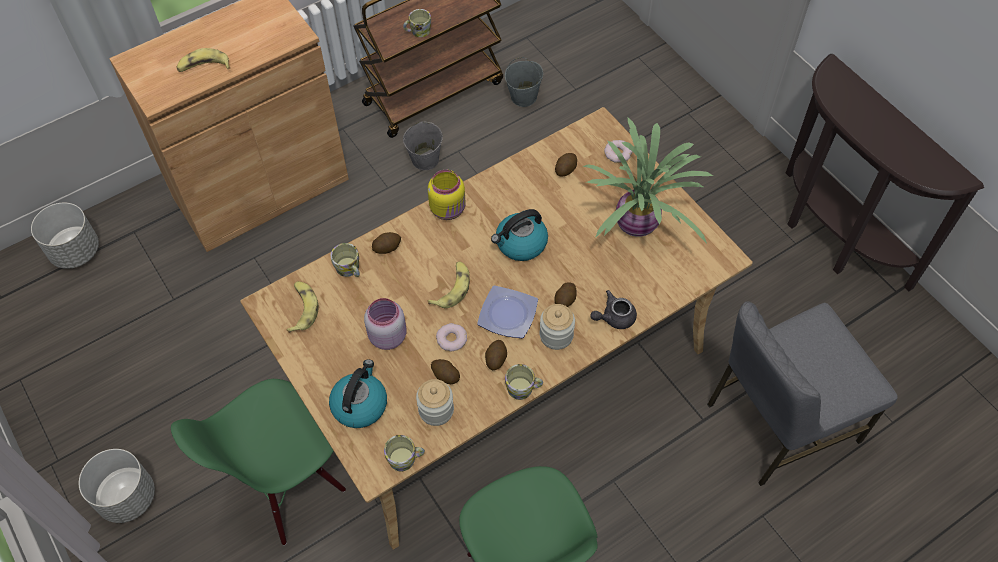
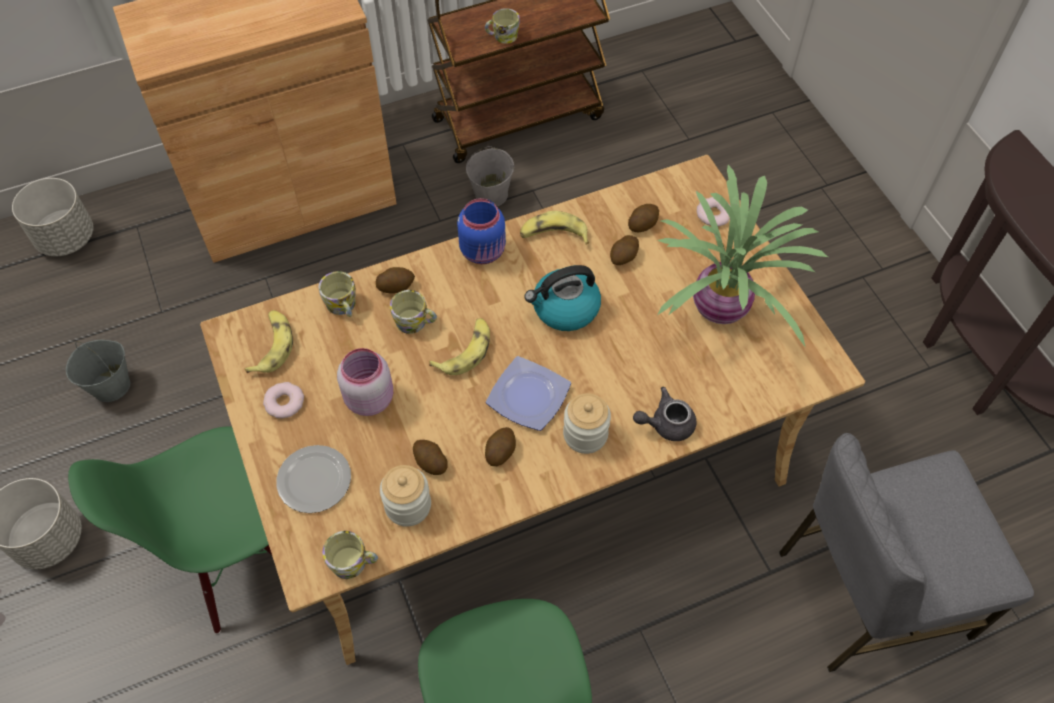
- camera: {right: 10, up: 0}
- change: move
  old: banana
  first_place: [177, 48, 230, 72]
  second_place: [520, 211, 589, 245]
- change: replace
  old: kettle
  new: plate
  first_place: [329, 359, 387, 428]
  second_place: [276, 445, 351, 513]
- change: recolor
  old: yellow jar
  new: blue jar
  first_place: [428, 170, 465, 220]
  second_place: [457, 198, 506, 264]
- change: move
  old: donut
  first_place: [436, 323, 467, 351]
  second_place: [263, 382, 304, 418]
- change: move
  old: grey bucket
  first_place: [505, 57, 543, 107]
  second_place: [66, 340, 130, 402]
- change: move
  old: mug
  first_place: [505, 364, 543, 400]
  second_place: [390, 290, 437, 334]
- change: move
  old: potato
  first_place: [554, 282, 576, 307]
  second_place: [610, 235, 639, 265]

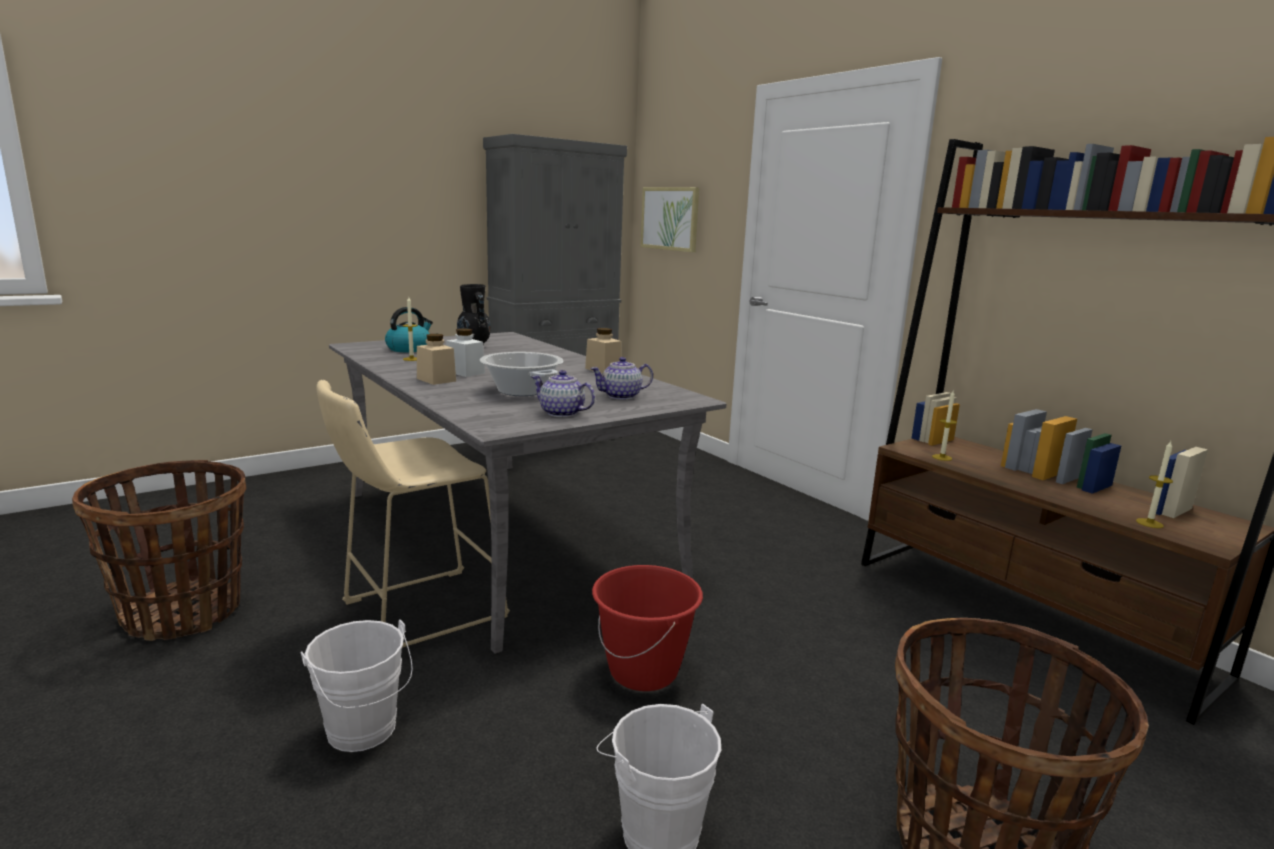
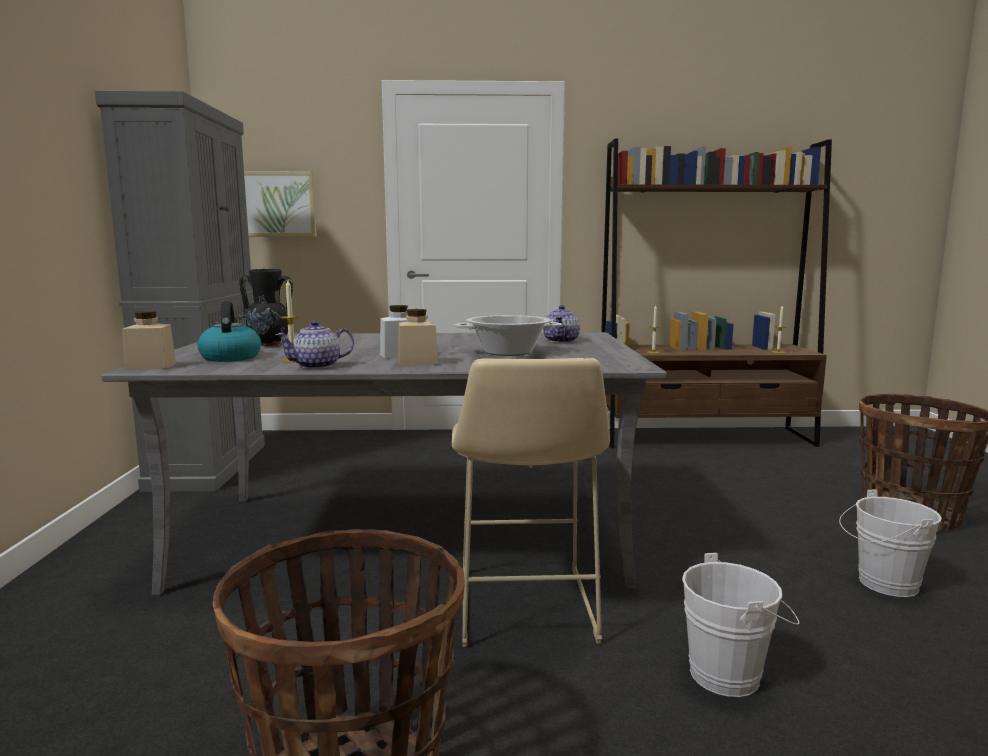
- camera: {right: -55, up: -5}
- change: move
  old: teapot
  first_place: [531, 370, 595, 417]
  second_place: [276, 321, 354, 369]
- change: move
  old: beige jar
  first_place: [585, 328, 622, 373]
  second_place: [122, 311, 176, 370]
- change: delete
  old: red bucket
  first_place: [592, 565, 703, 691]

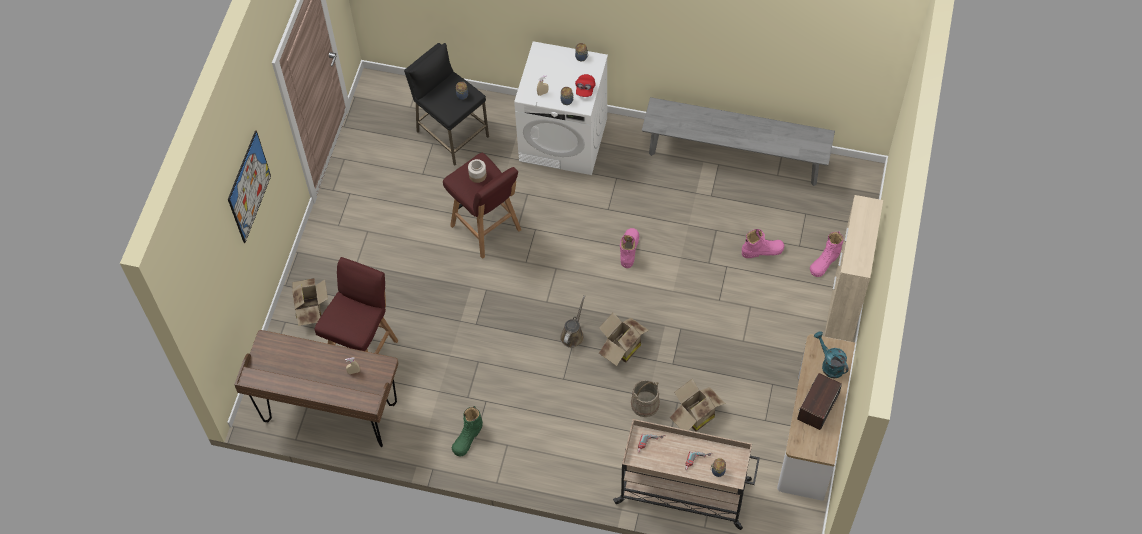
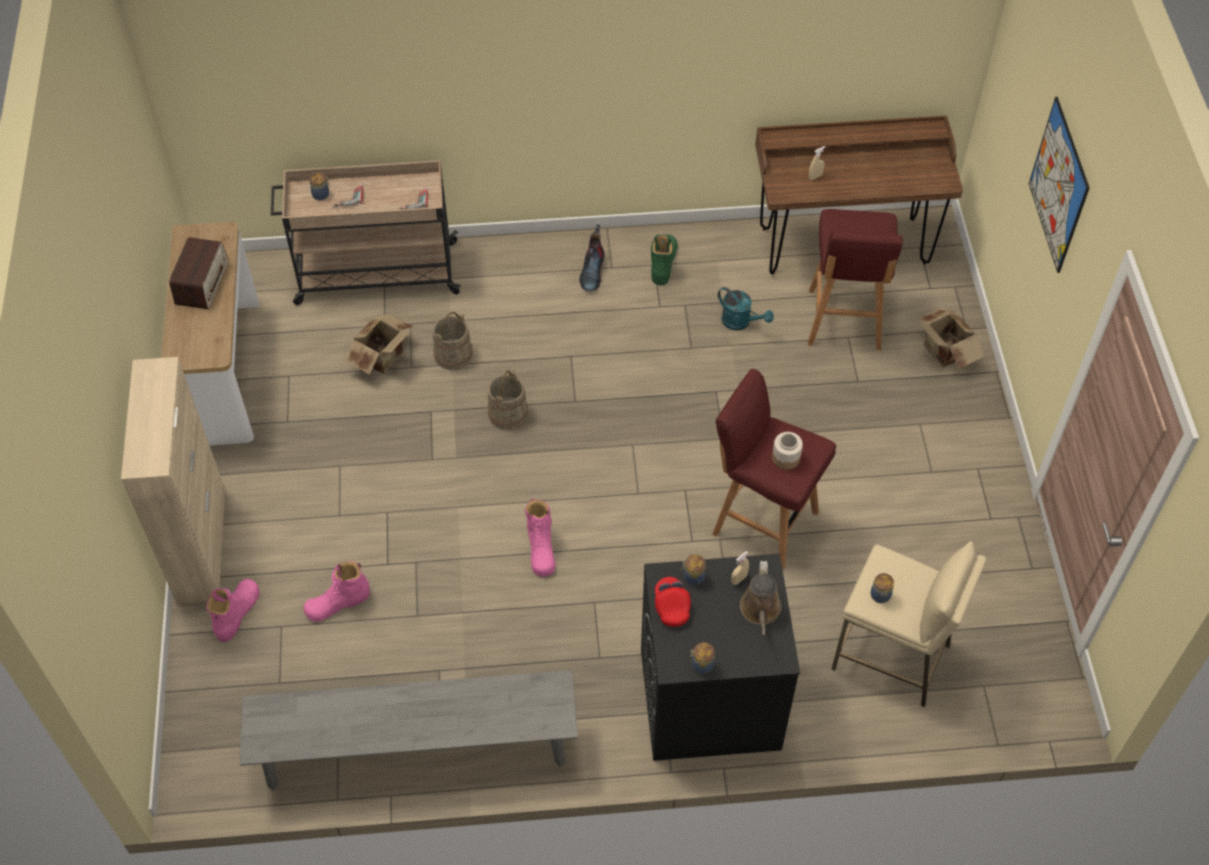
- camera: {right: 160, up: -5}
- change: recolor
  old: black stool
  new: beige stool
  first_place: [404, 43, 489, 166]
  second_place: [831, 541, 987, 707]
- change: recolor
  old: white washing machine
  new: black washing machine
  first_place: [514, 41, 608, 175]
  second_place: [641, 554, 800, 761]
- change: move
  old: brown watering can
  first_place: [560, 295, 585, 348]
  second_place: [740, 561, 782, 635]
- change: replace
  old: cardboard box
  new: beige bucket
  first_place: [599, 312, 648, 366]
  second_place: [488, 370, 528, 430]
- change: move
  old: turquoise watering can
  first_place: [814, 331, 849, 379]
  second_place: [718, 287, 774, 331]
- change: insert
  new: boot
  second_place: [579, 224, 604, 292]

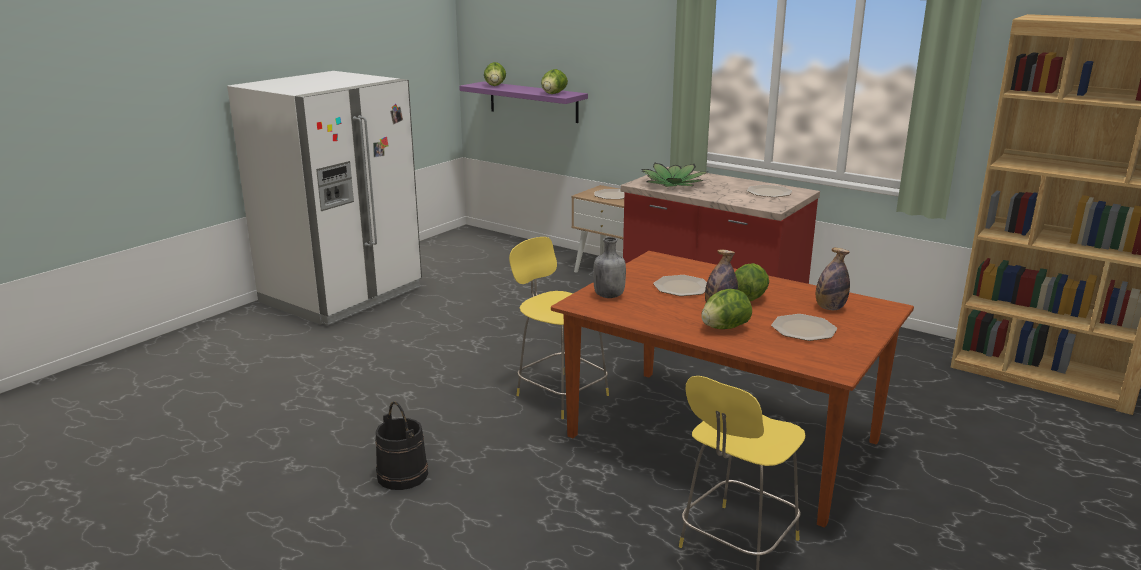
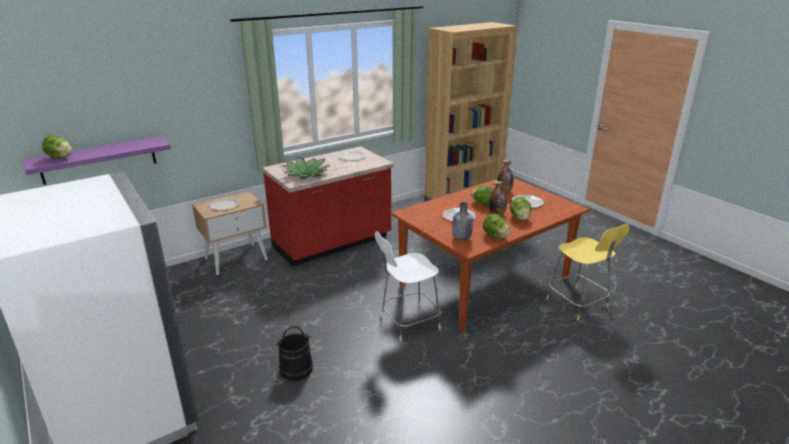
- camera: {right: -70, up: 5}
- change: move
  old: black bucket
  first_place: [375, 401, 428, 490]
  second_place: [276, 326, 313, 381]
- change: recolor
  old: yellow stool
  new: white stool
  first_place: [509, 237, 609, 419]
  second_place: [375, 231, 441, 341]
- change: move
  old: lettuce
  first_place: [541, 69, 568, 94]
  second_place: [483, 214, 511, 238]

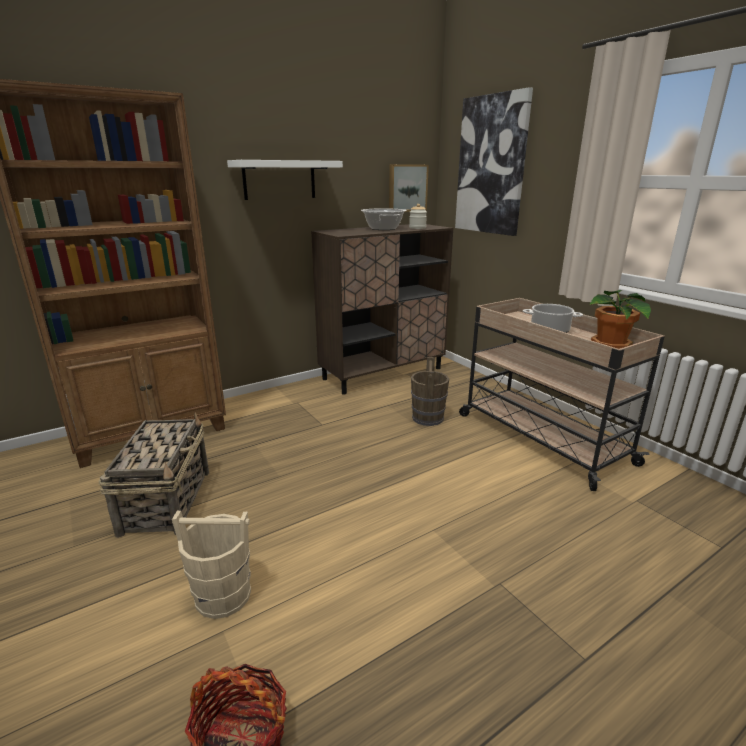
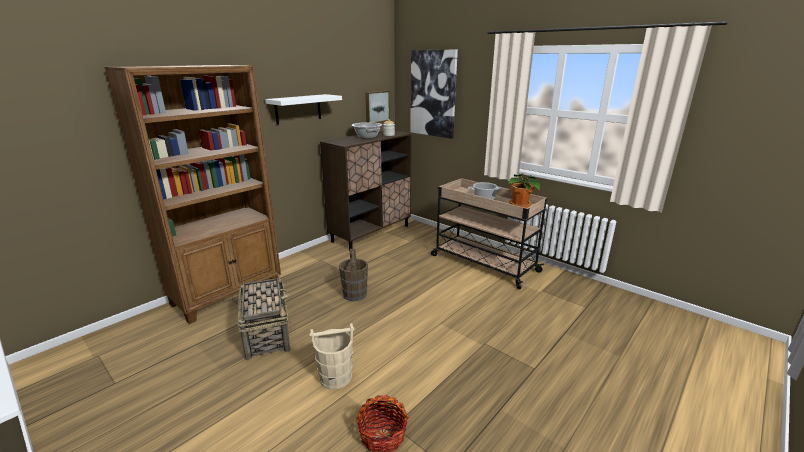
- camera: {right: -15, up: 0}
- change: move
  old: brown bucket
  first_place: [411, 357, 449, 426]
  second_place: [339, 249, 368, 301]

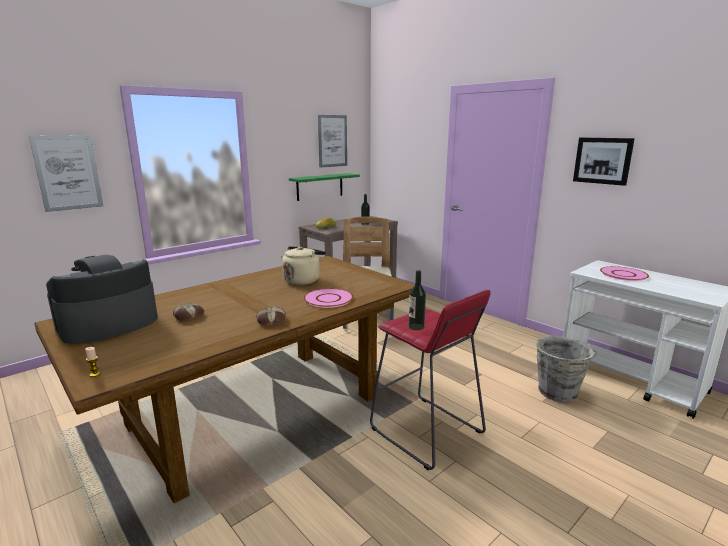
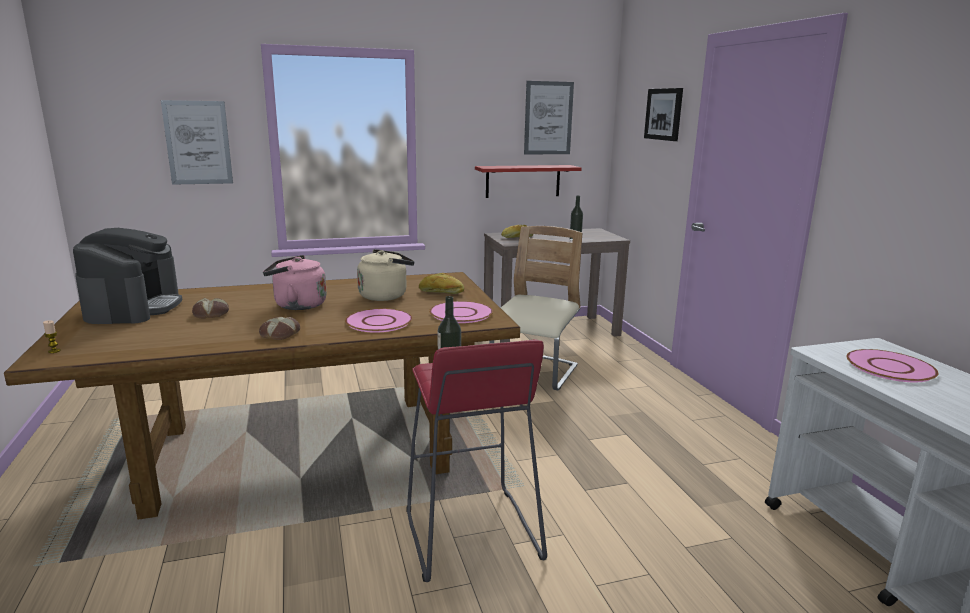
- camera: {right: 25, up: 0}
- change: rotate
  old: coffee machine
  first_place: [46, 255, 158, 344]
  second_place: [73, 228, 182, 324]
  degrees: 105
- change: recolor
  old: green shelf
  new: red shelf
  first_place: [289, 173, 360, 201]
  second_place: [475, 165, 582, 198]
- change: delete
  old: grey bucket
  first_place: [536, 336, 597, 402]
- change: move
  old: picture
  first_place: [573, 138, 635, 186]
  second_place: [644, 88, 683, 141]
- change: insert
  new: pink kettle
  second_place: [263, 255, 327, 310]
- change: insert
  new: bread
  second_place: [419, 273, 464, 294]
- change: insert
  new: pink plate
  second_place: [429, 301, 493, 323]

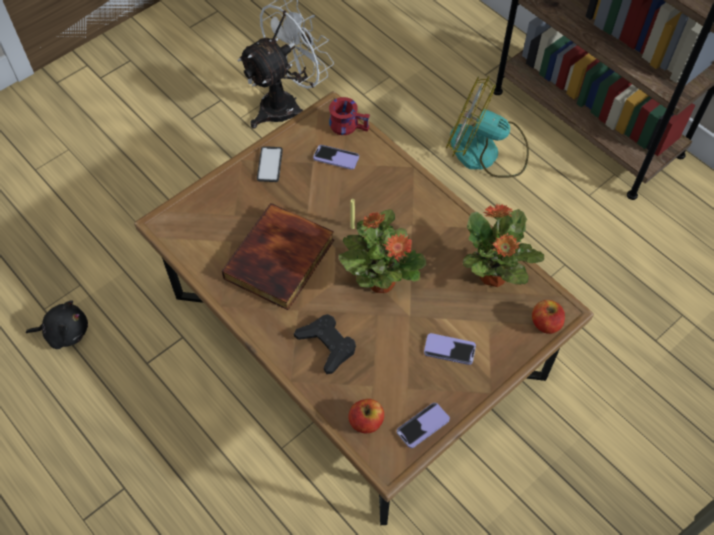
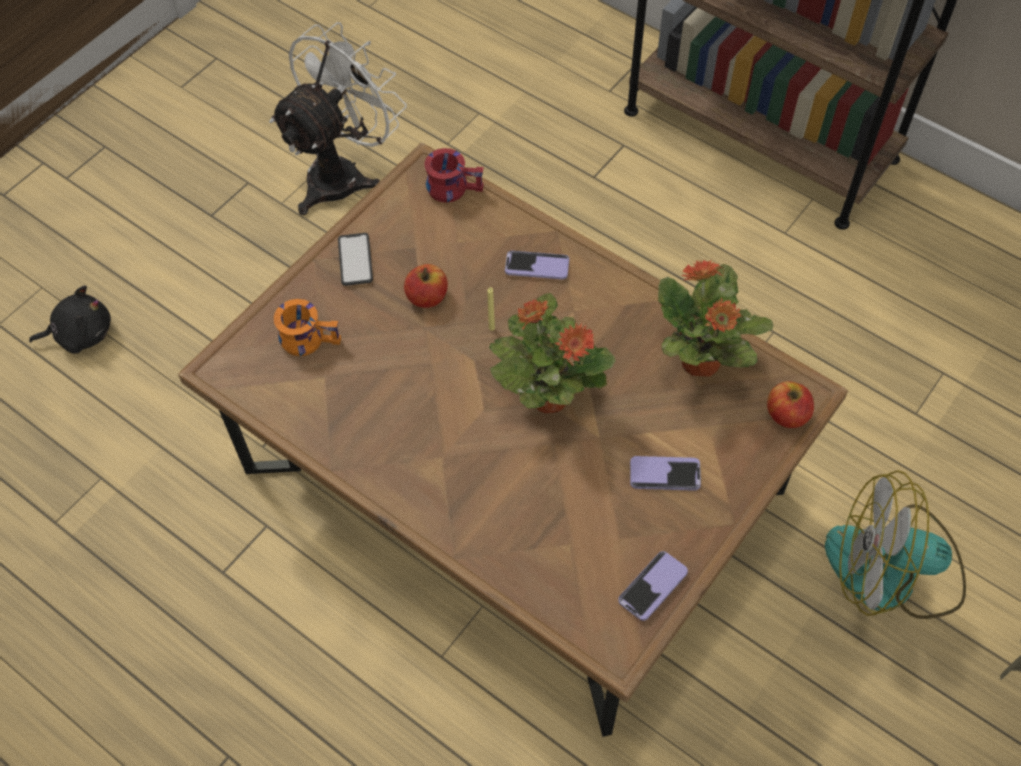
- camera: {right: -10, up: 0}
- change: move
  old: black plush toy
  first_place: [26, 300, 88, 349]
  second_place: [29, 285, 111, 354]
- change: delete
  old: book
  first_place: [222, 203, 334, 310]
- change: delete
  old: black game controller
  first_place: [294, 314, 356, 374]
- change: move
  old: phone
  first_place: [313, 145, 359, 170]
  second_place: [505, 251, 569, 279]
- change: move
  old: apple
  first_place: [348, 399, 384, 433]
  second_place: [404, 264, 448, 308]
- change: move
  old: fan
  first_place: [446, 76, 529, 178]
  second_place: [825, 470, 966, 619]
- change: insert
  new: orange mug
  second_place: [274, 299, 341, 356]

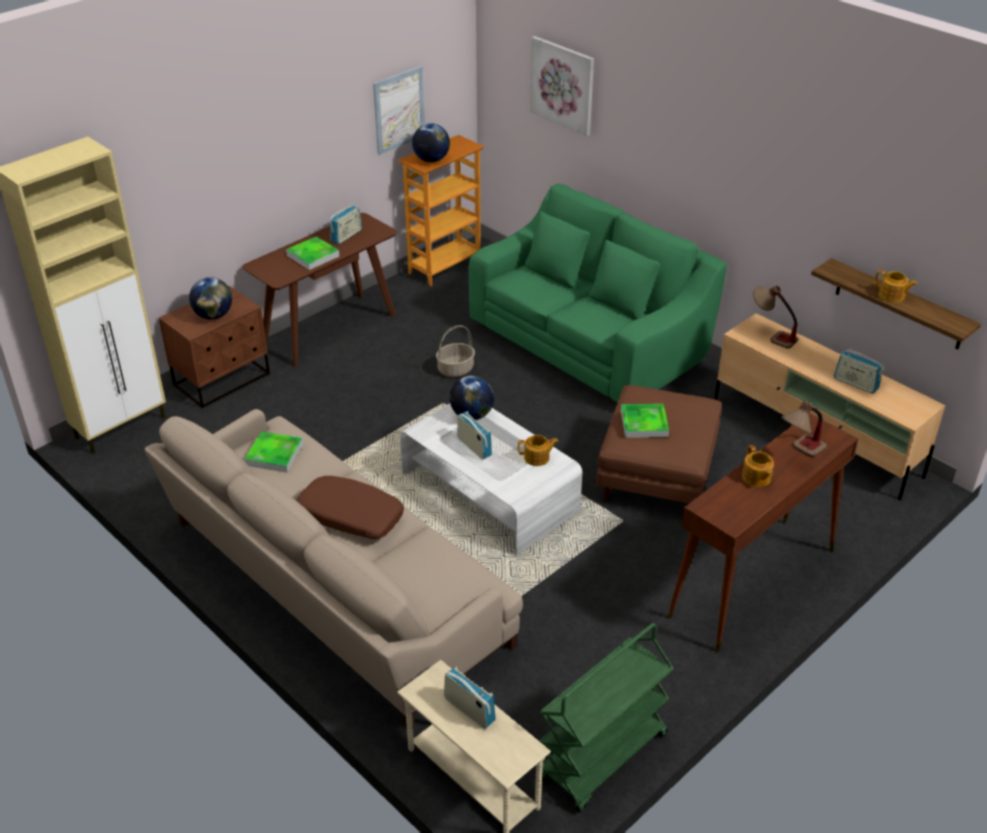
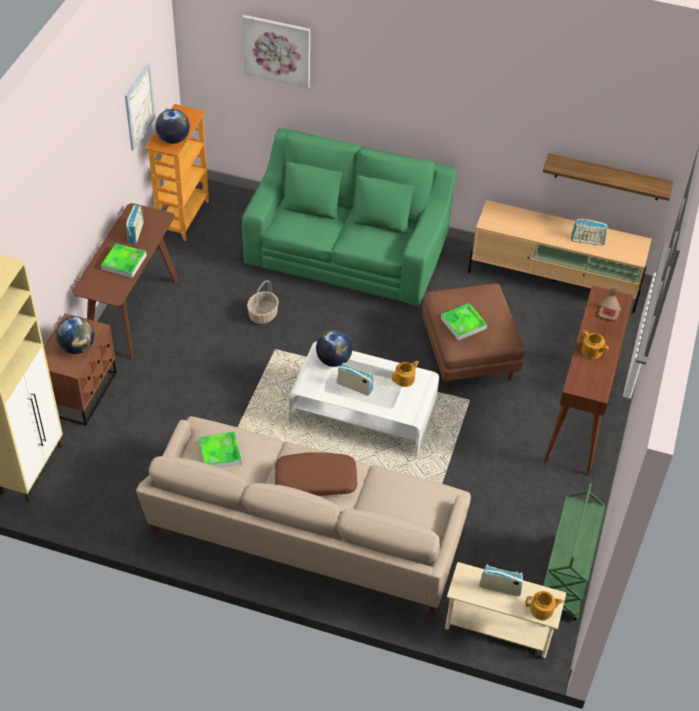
- camera: {right: -30, up: 10}
- change: delete
  old: table lamp
  first_place: [753, 285, 798, 348]
- change: move
  old: teapot
  first_place: [874, 270, 917, 303]
  second_place: [526, 591, 564, 620]

